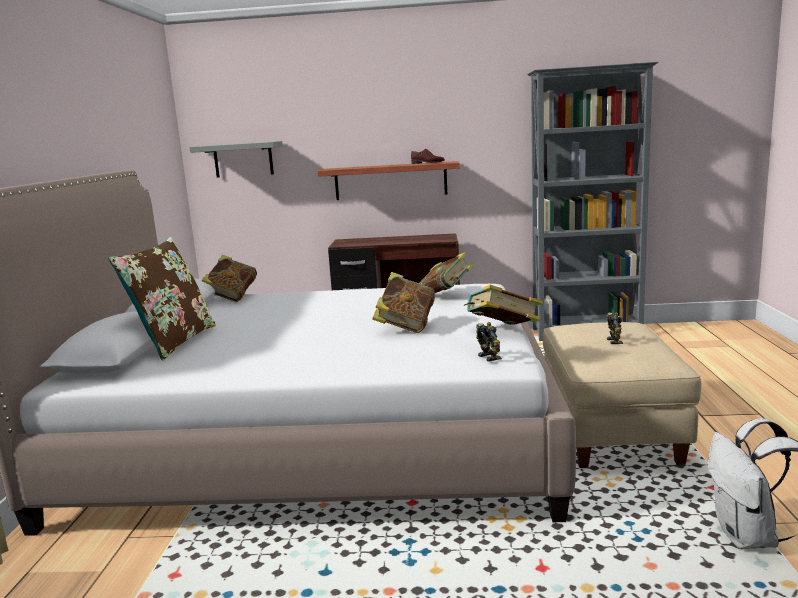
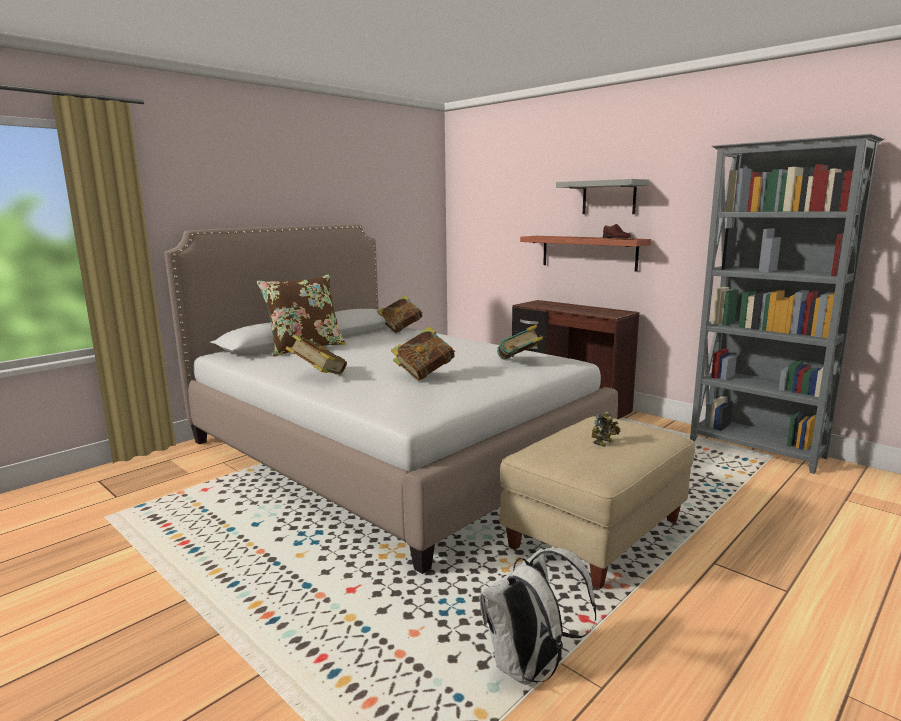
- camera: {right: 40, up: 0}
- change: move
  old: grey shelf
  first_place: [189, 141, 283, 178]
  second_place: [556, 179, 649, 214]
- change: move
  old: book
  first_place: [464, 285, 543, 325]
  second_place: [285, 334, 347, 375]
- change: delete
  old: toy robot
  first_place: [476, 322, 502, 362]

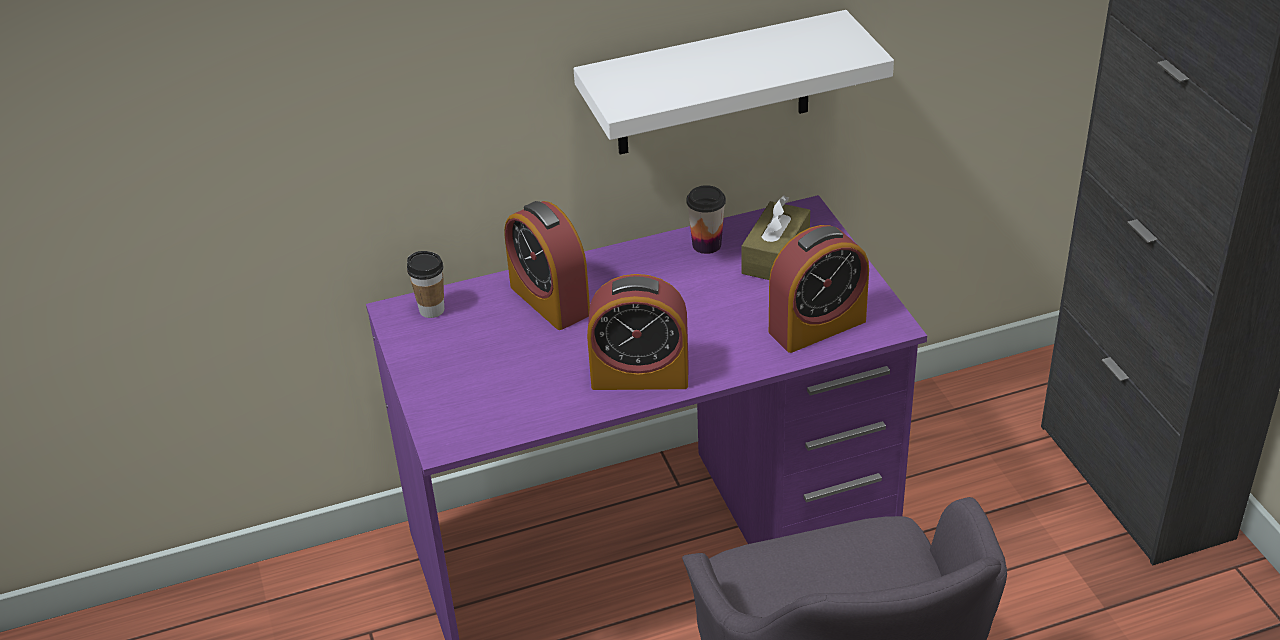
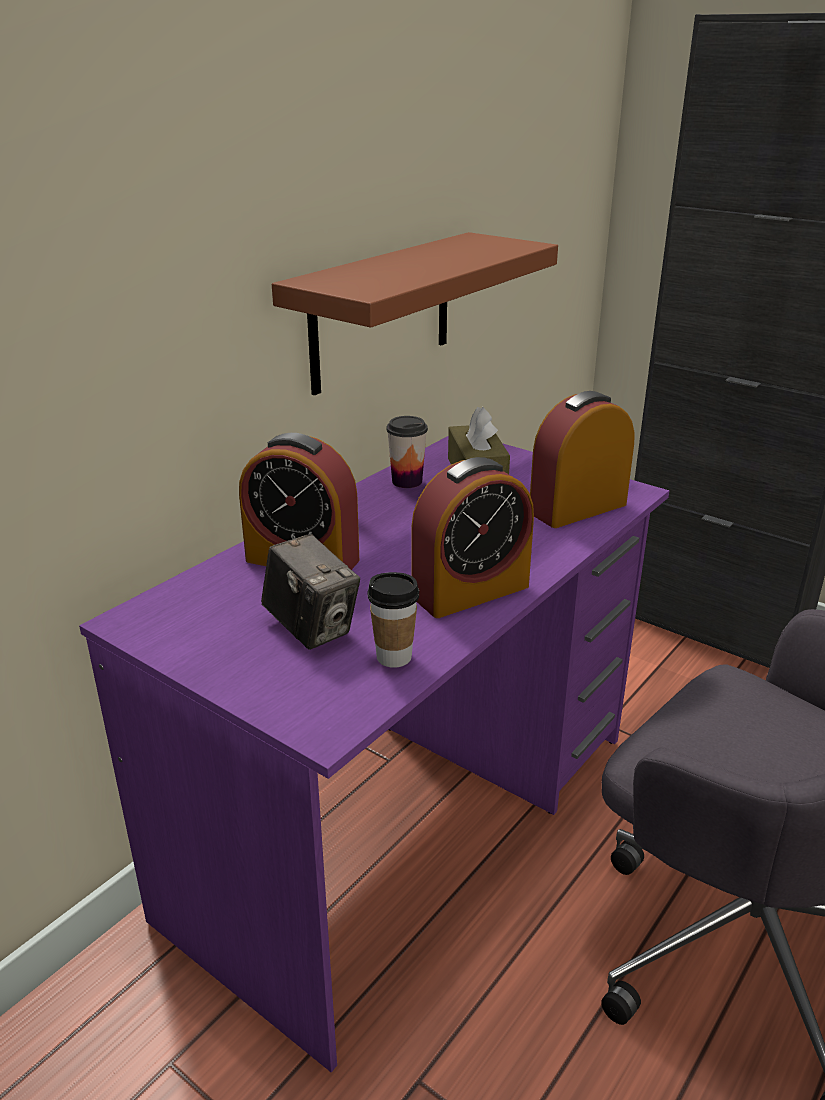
- camera: {right: -35, up: -10}
- change: move
  old: cup
  first_place: [407, 251, 444, 318]
  second_place: [367, 572, 419, 668]
- change: recolor
  old: white shelf
  new: brown shelf
  first_place: [574, 10, 894, 155]
  second_place: [272, 232, 558, 395]
- change: rotate
  old: alarm clock
  first_place: [769, 225, 869, 353]
  second_place: [530, 391, 635, 528]
  degrees: -150
- change: insert
  new: photo camera
  second_place: [261, 534, 360, 649]

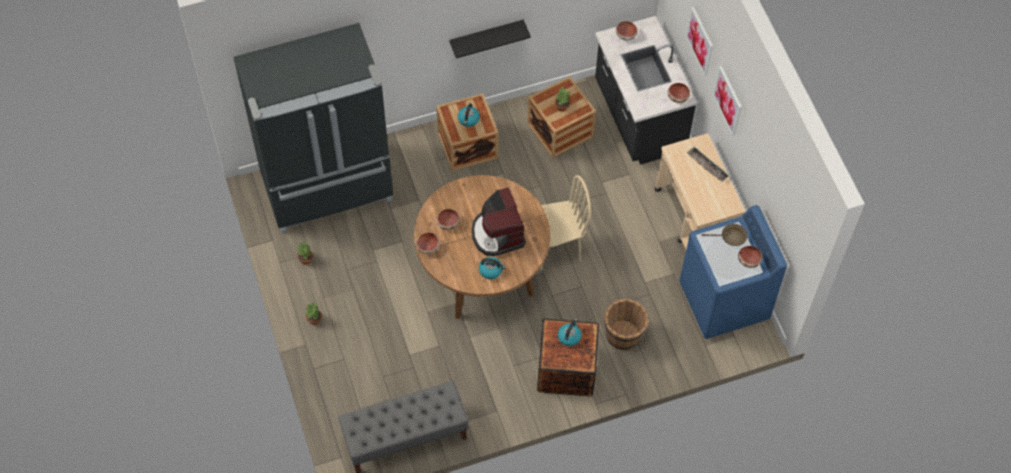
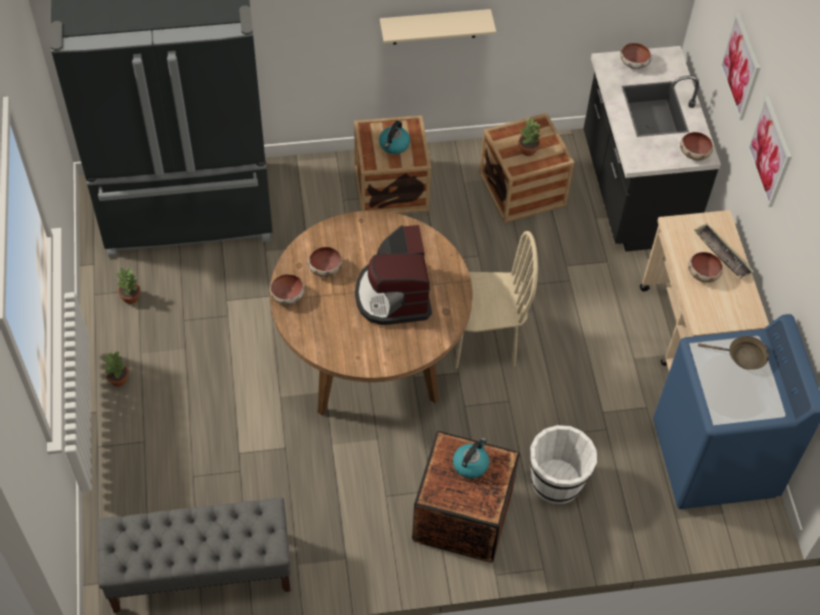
- camera: {right: 10, up: -5}
- change: recolor
  old: black shelf
  new: beige shelf
  first_place: [449, 20, 531, 58]
  second_place: [380, 9, 496, 45]
- change: delete
  old: kettle
  first_place: [479, 257, 506, 279]
- change: recolor
  old: brown bucket
  new: white bucket
  first_place: [604, 299, 649, 351]
  second_place: [530, 425, 597, 504]
- change: move
  old: bowl
  first_place: [738, 246, 762, 268]
  second_place: [688, 252, 723, 283]

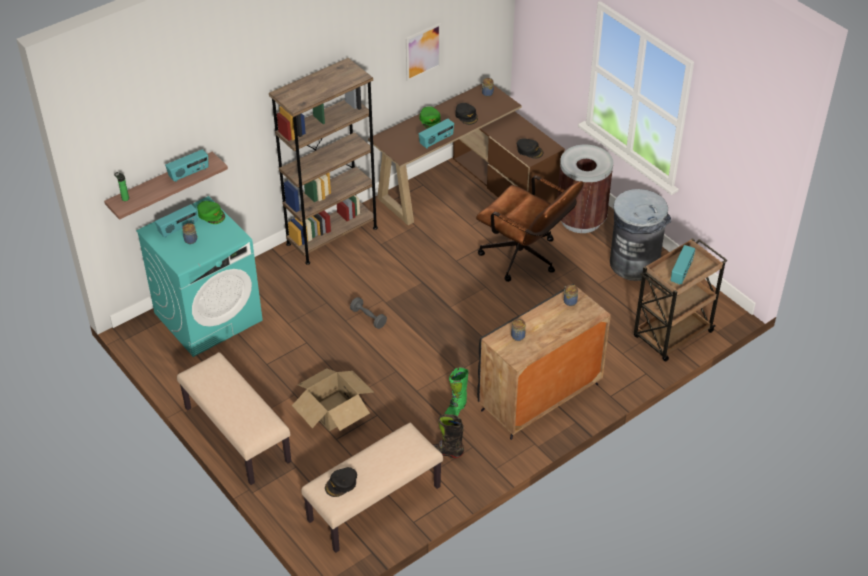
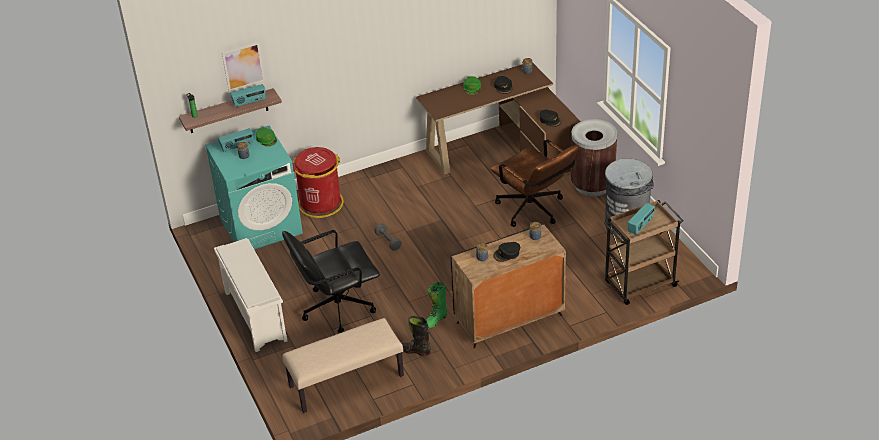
- camera: {right: 15, up: -5}
- change: replace
  old: beige bench
  new: white shoe rack
  first_place: [177, 352, 291, 485]
  second_place: [214, 238, 288, 352]
- change: delete
  old: brown bookcase
  first_place: [269, 58, 378, 265]
- change: replace
  old: cardboard box
  new: black office chair
  first_place: [292, 368, 374, 431]
  second_place: [282, 230, 380, 333]
- change: move
  old: black cap
  first_place: [325, 467, 357, 497]
  second_place: [493, 242, 520, 262]
- change: move
  old: picture
  first_place: [406, 23, 441, 81]
  second_place: [222, 42, 265, 92]
- change: delete
  old: radio
  first_place: [419, 119, 454, 149]
- change: insert
  new: red trash can
  second_place: [292, 147, 344, 218]

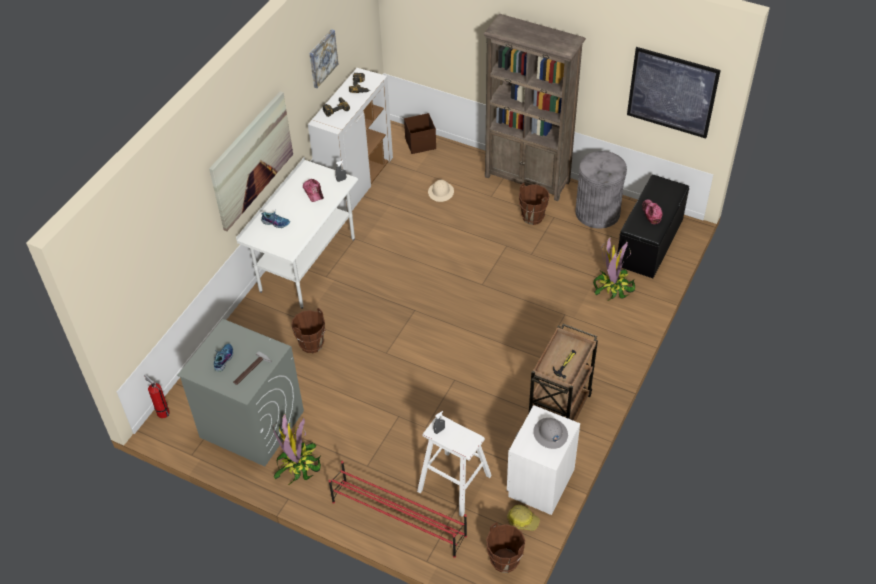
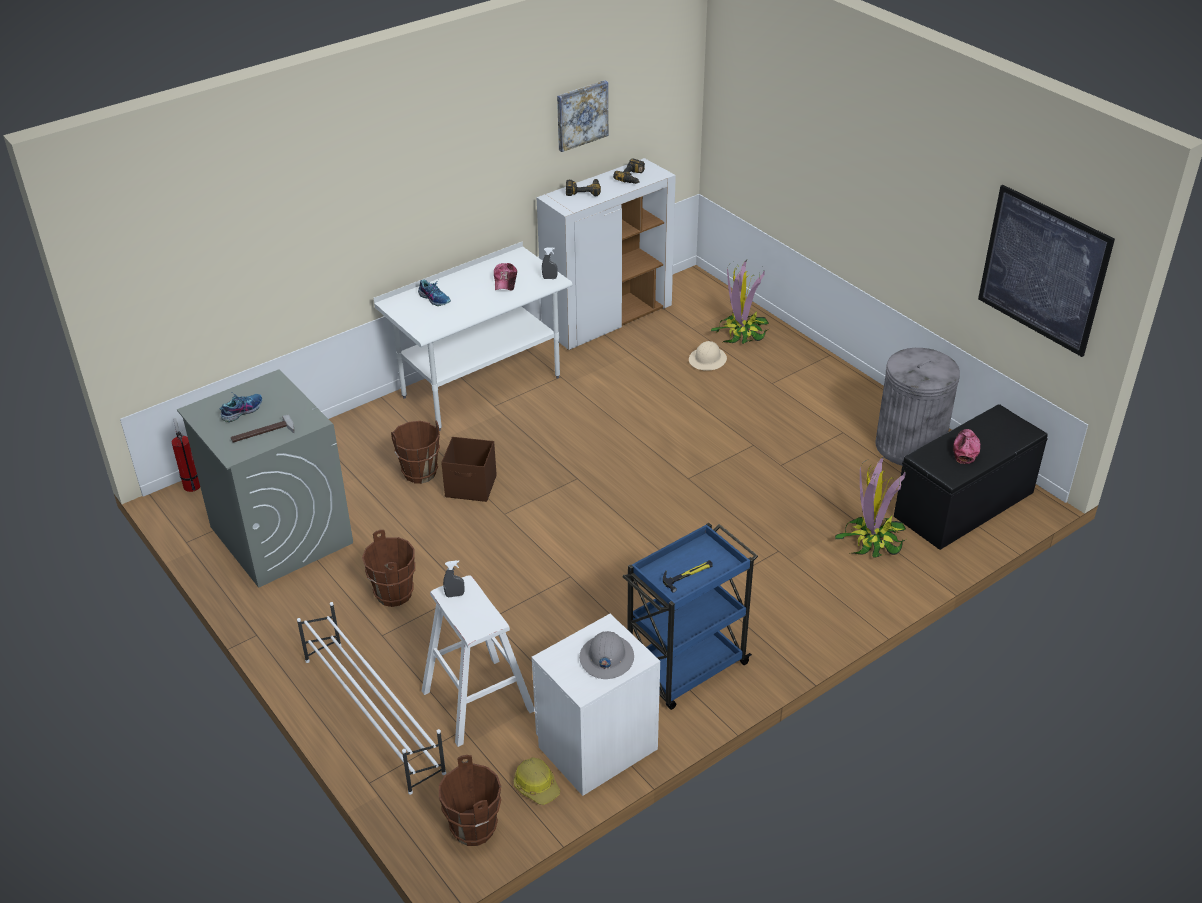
- camera: {right: 25, up: -10}
- change: delete
  old: picture
  first_place: [209, 91, 293, 231]
- change: move
  old: potted plant
  first_place: [273, 414, 321, 485]
  second_place: [711, 260, 769, 344]
- change: recolor
  old: red shoe rack
  new: white shoe rack
  first_place: [329, 461, 467, 558]
  second_place: [297, 602, 446, 795]
- change: move
  old: brown storage box
  first_place: [404, 113, 436, 154]
  second_place: [441, 437, 497, 502]
- change: delete
  old: brown bookcase
  first_place: [483, 14, 586, 201]
- change: move
  old: brown bucket
  first_place: [519, 183, 549, 225]
  second_place: [362, 530, 415, 607]
- change: recolor
  old: brown cart
  new: blue cart
  first_place: [529, 324, 598, 421]
  second_place: [623, 523, 758, 710]

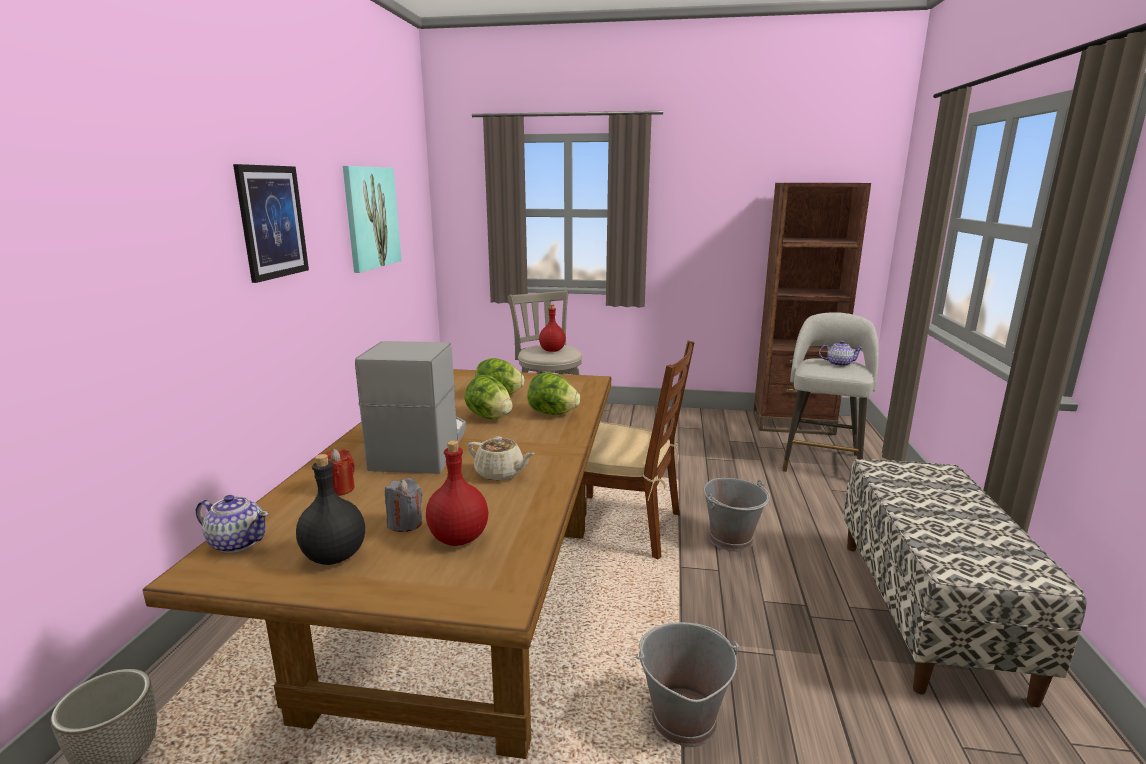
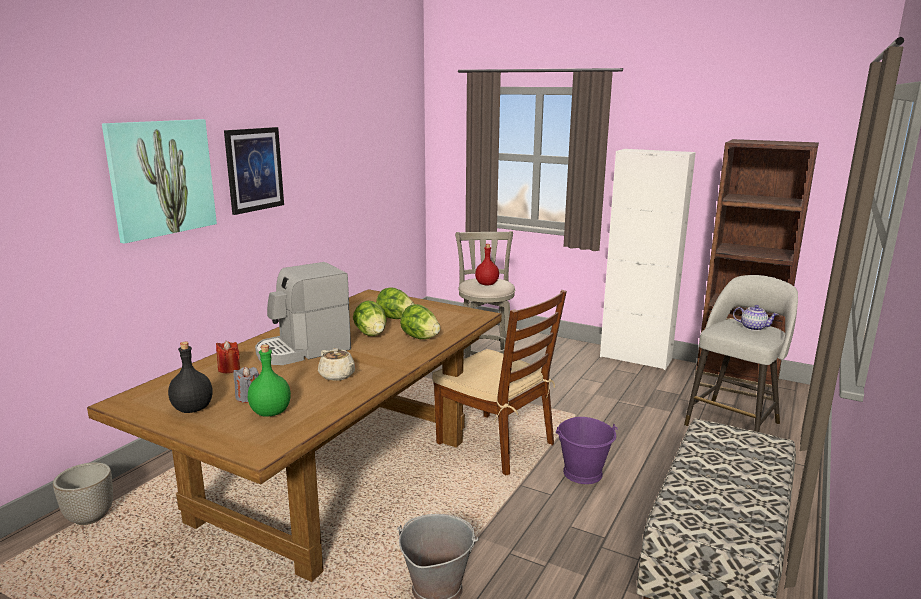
- camera: {right: 20, up: 0}
- change: delete
  old: teapot
  first_place: [196, 495, 269, 553]
- change: move
  old: picture
  first_place: [343, 166, 401, 273]
  second_place: [102, 119, 217, 244]
- change: rotate
  old: coffee machine
  first_place: [355, 341, 466, 474]
  second_place: [255, 262, 351, 365]
  degrees: -150
- change: recolor
  old: red bottle
  new: green bottle
  first_place: [426, 440, 488, 546]
  second_place: [248, 345, 291, 417]
- change: recolor
  old: grey bucket
  new: purple bucket
  first_place: [704, 478, 770, 551]
  second_place: [556, 417, 618, 484]
- change: insert
  new: white cabinet
  second_place: [600, 149, 696, 370]

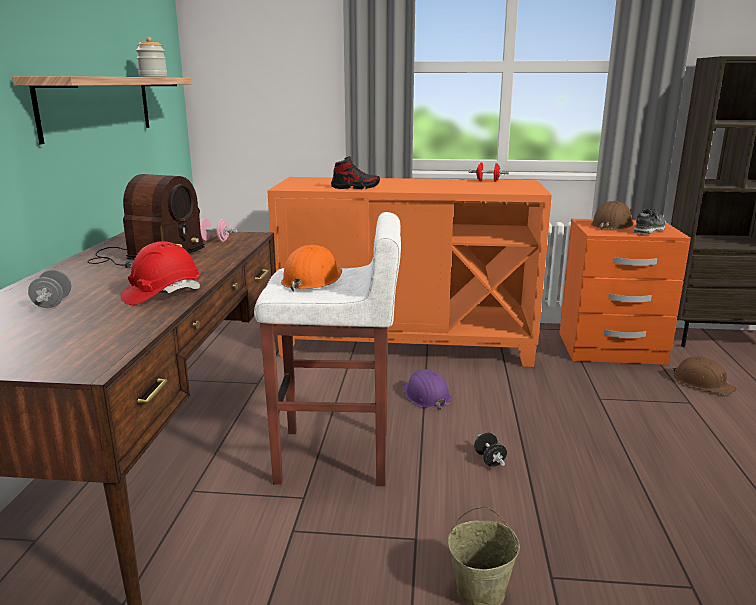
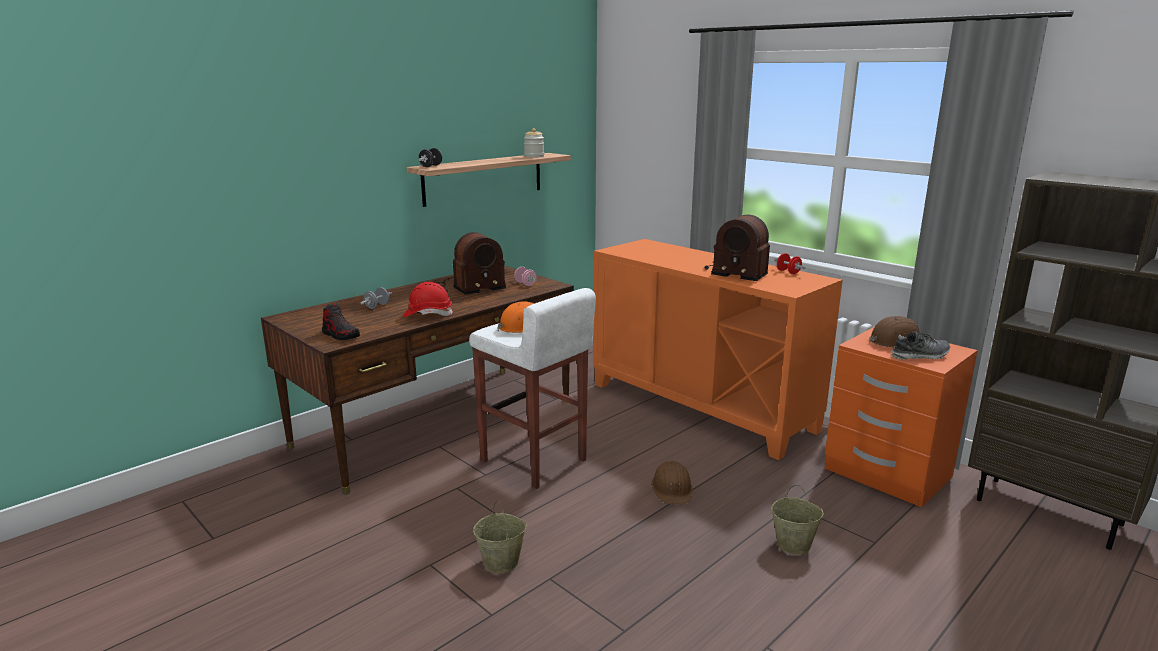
- camera: {right: 40, up: 0}
- change: move
  old: shoe
  first_place: [331, 156, 380, 189]
  second_place: [322, 303, 360, 340]
- change: delete
  old: purple hard hat
  first_place: [403, 369, 451, 410]
- change: move
  old: black dumbbell
  first_place: [474, 433, 507, 467]
  second_place: [419, 148, 442, 167]
- change: move
  old: brown hard hat
  first_place: [671, 356, 737, 395]
  second_place: [651, 461, 693, 504]
- change: insert
  new: radio
  second_place: [704, 215, 770, 281]
- change: insert
  new: beige bucket
  second_place: [771, 485, 824, 555]

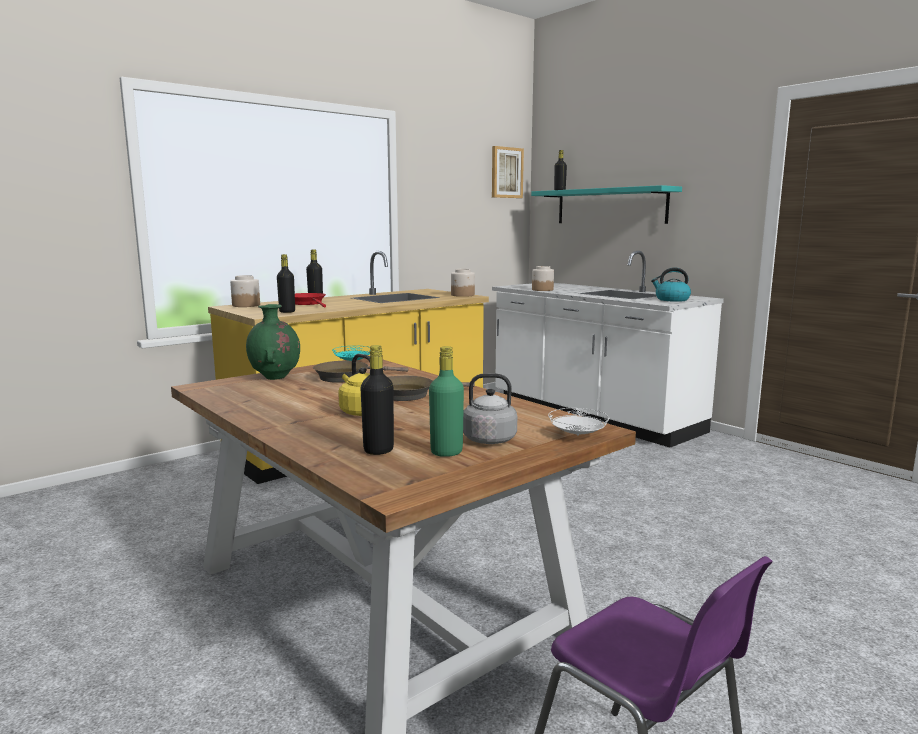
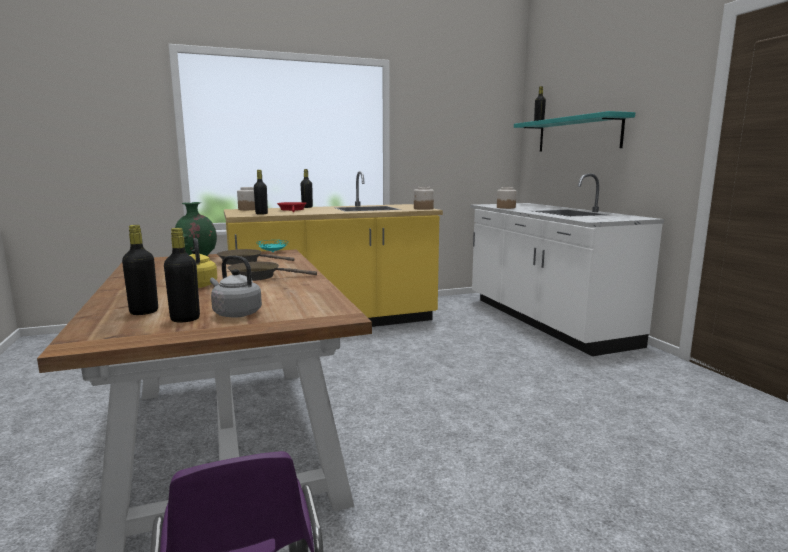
- camera: {right: 20, up: 0}
- change: recolor
  old: green bottle
  new: black bottle
  first_place: [429, 346, 464, 457]
  second_place: [164, 228, 200, 322]
- change: delete
  old: picture
  first_place: [492, 146, 524, 198]
- change: delete
  old: white plate
  first_place: [548, 408, 609, 436]
- change: delete
  old: kettle
  first_place: [651, 268, 691, 302]

